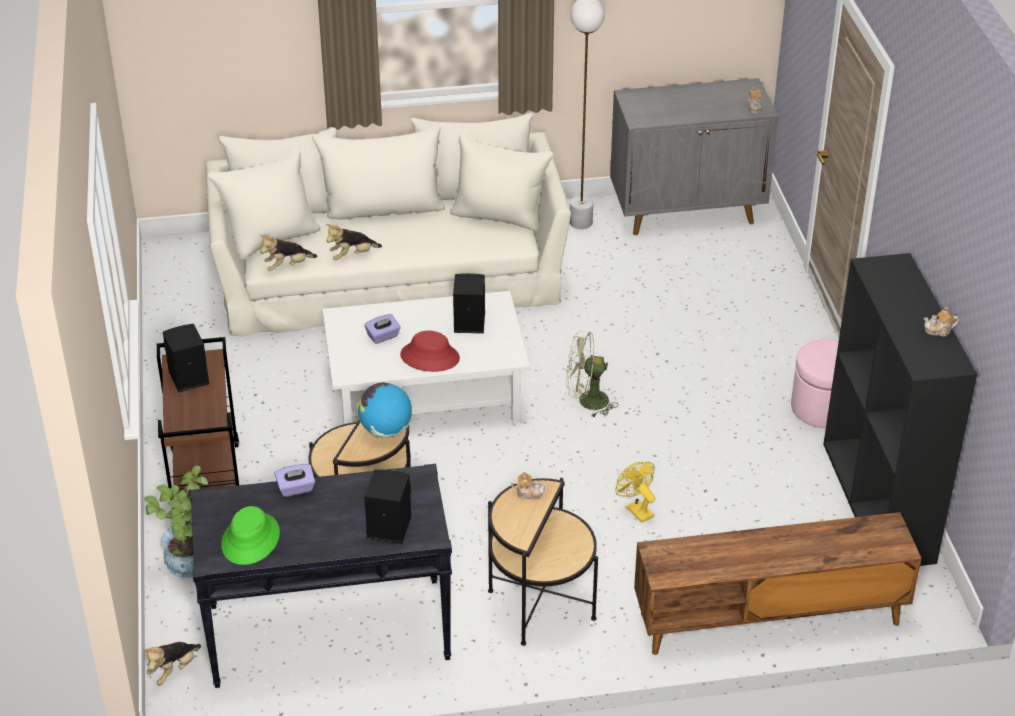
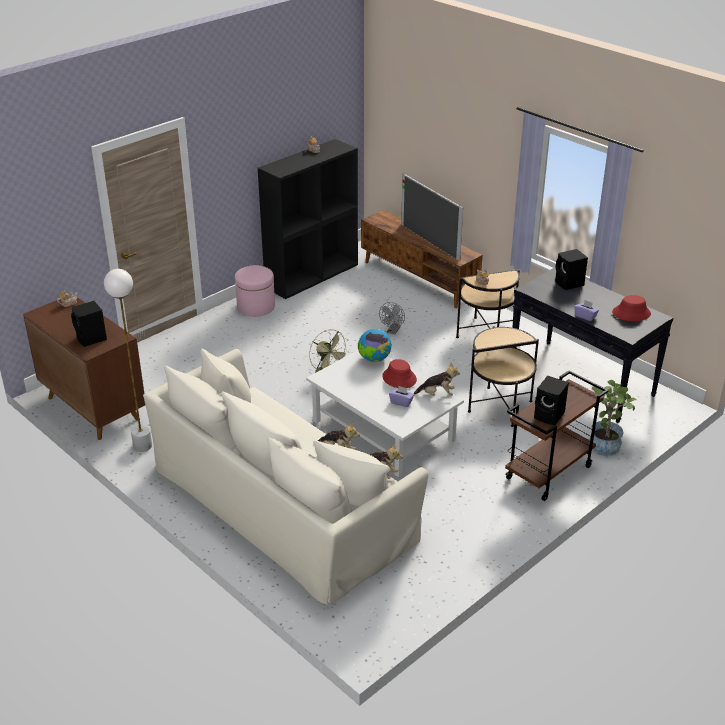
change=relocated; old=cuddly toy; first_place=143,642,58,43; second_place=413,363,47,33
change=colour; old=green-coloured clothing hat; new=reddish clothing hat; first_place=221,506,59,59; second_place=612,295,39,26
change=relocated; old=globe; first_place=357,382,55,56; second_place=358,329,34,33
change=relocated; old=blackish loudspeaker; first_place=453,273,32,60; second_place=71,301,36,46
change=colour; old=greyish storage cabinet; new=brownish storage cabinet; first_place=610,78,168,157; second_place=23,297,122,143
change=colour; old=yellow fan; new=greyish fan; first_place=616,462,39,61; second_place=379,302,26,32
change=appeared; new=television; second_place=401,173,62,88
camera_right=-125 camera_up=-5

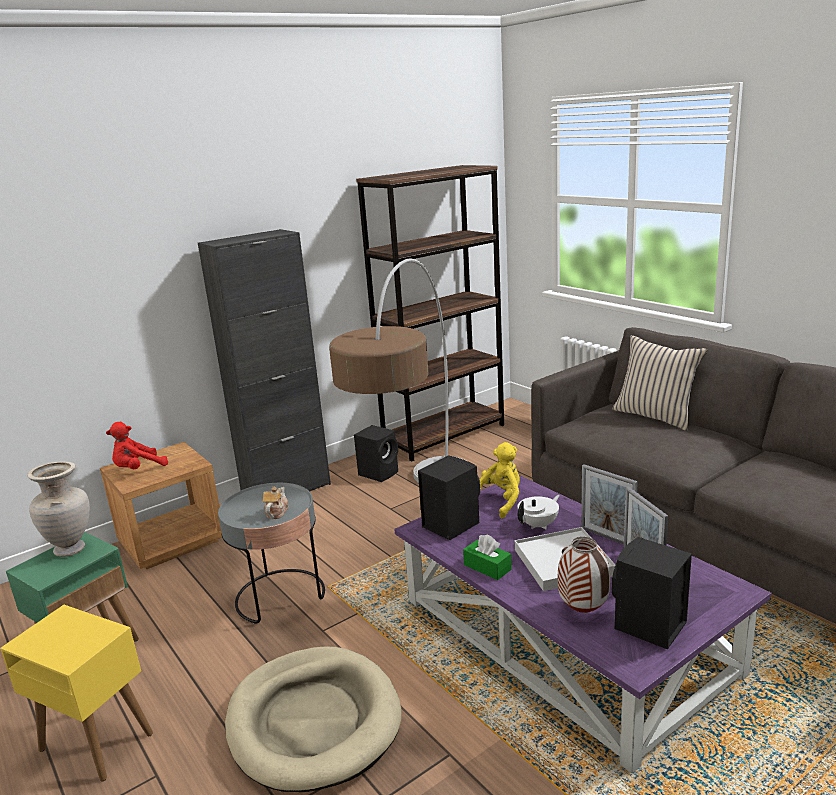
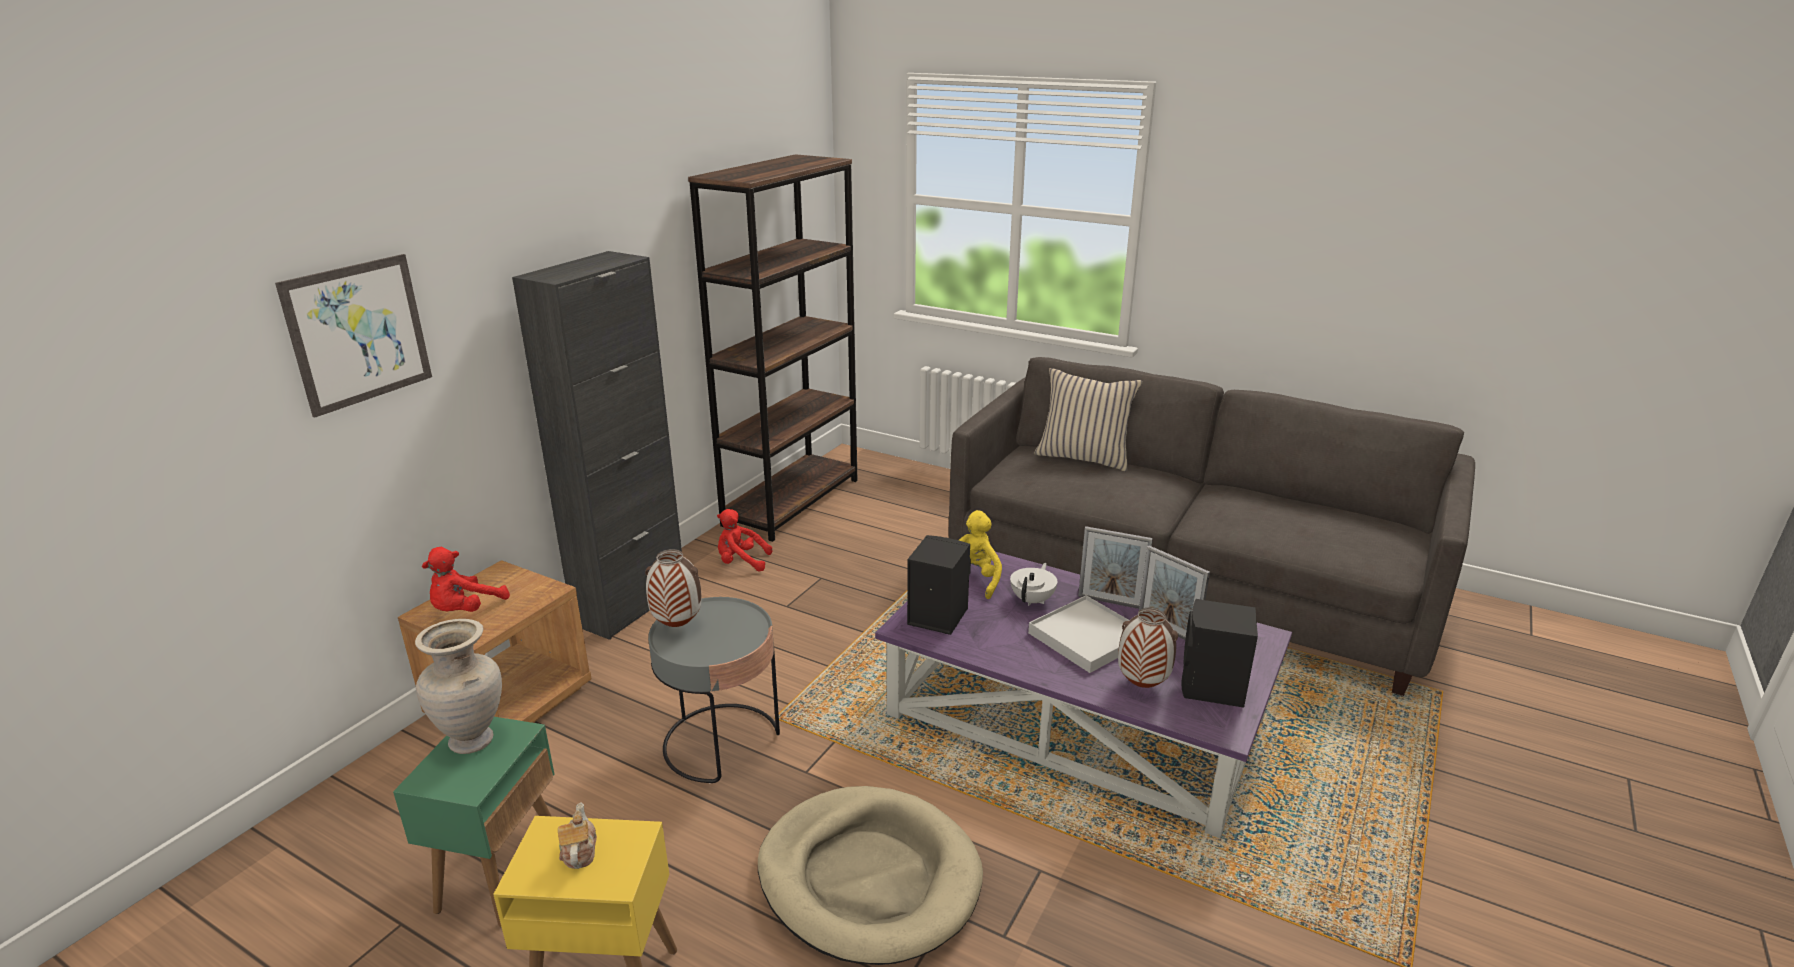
change=relocated; old=pot for tea; first_place=263,486,26,33; second_place=558,802,39,67
change=missing; old=floor lamp; first_place=329,259,135,224
change=exchanged; old=blackish loudspeaker; new=reddish cuddly toy; first_place=354,425,44,57; second_place=717,509,55,63
change=missing; old=green-coloured box of tissues; first_place=463,534,49,46
change=appeared; new=picture; second_place=275,254,157,164
change=appeared; new=decorative vase; second_place=645,549,57,78
camera_right=-25 camera_up=5

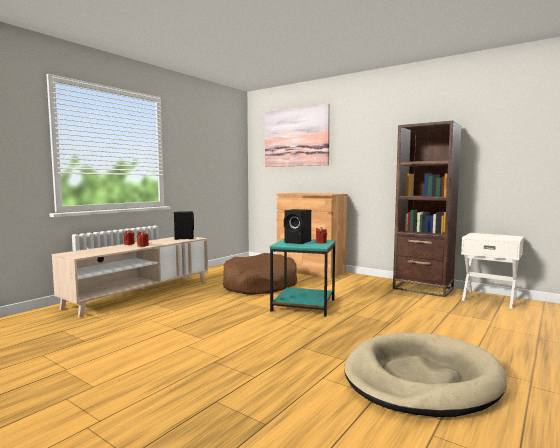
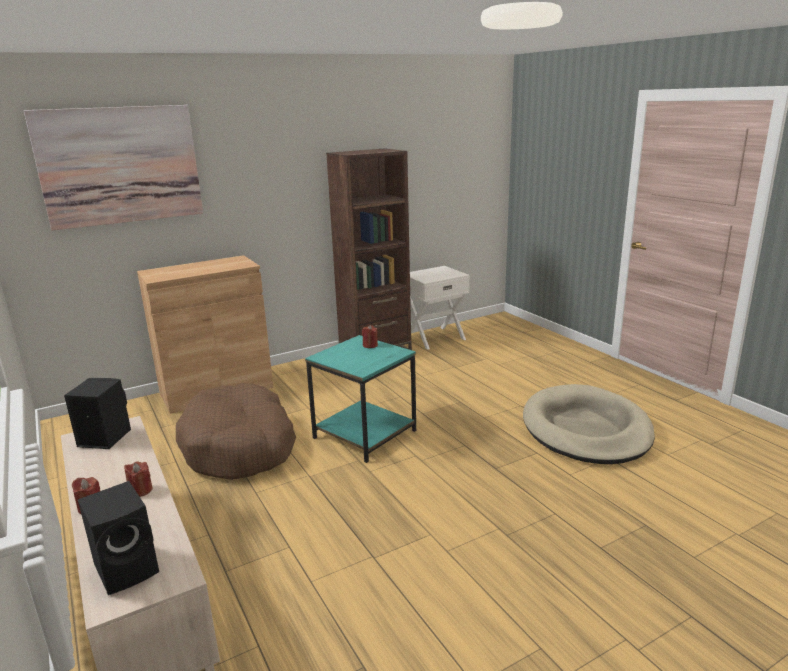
change=relocated; old=blackish loudspeaker; first_place=284,209,27,35; second_place=78,481,81,114
camera_right=-65 camera_up=15

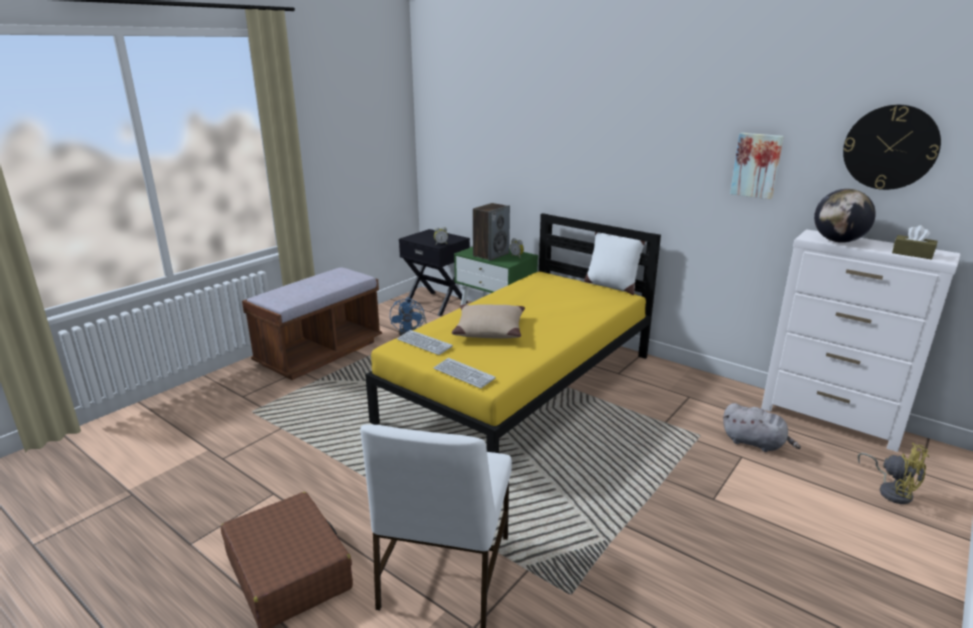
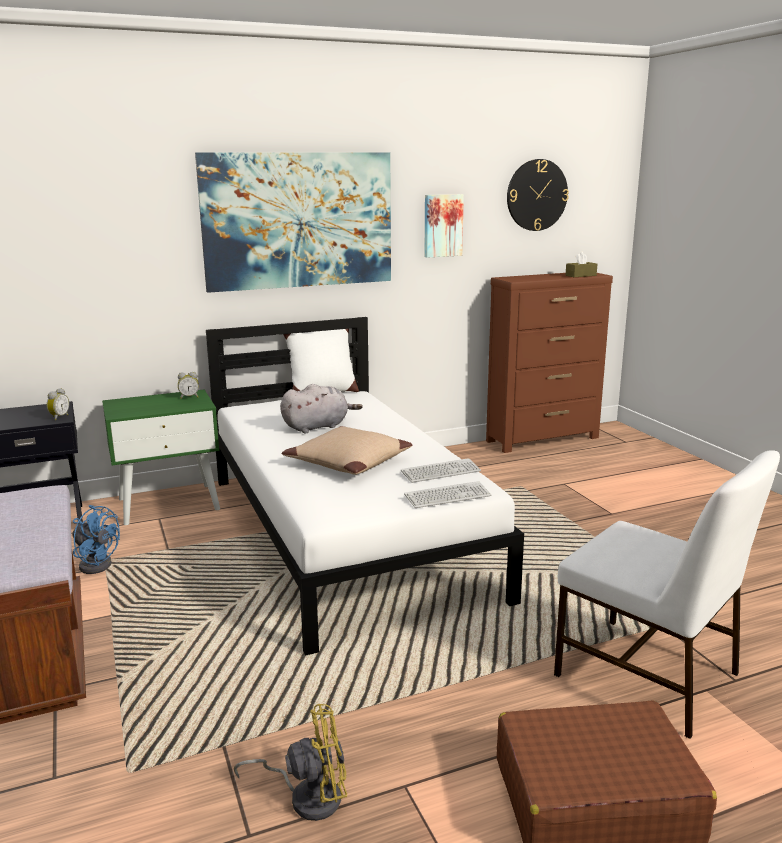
change=colour; old=yellow sleeping bed; new=whitish sleeping bed; first_place=365,213,296,240; second_place=206,317,318,339
change=relocated; old=keyboard; first_place=397,330,56,25; second_place=401,458,80,25
change=missing; old=loudspeaker; first_place=473,203,37,58
change=relocated; old=greyish cuddly toy; first_place=723,403,78,49; second_place=280,384,83,49
change=colour; old=whitish drawer chest; new=brownish drawer chest; first_place=761,229,199,223; second_place=486,273,127,180
change=missing; old=globe; first_place=814,189,62,54
change=relocated; old=yellow fan; first_place=858,443,71,61; second_place=234,704,113,117
change=appeared; new=picture; second_place=195,152,196,141
camera_right=-60 camera_up=-5

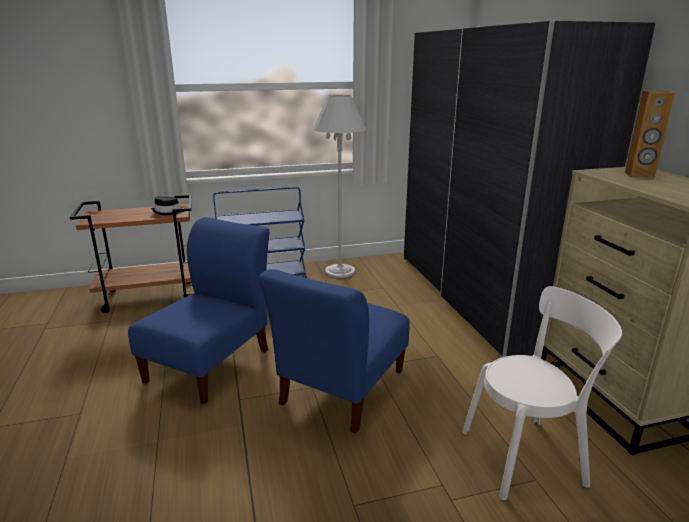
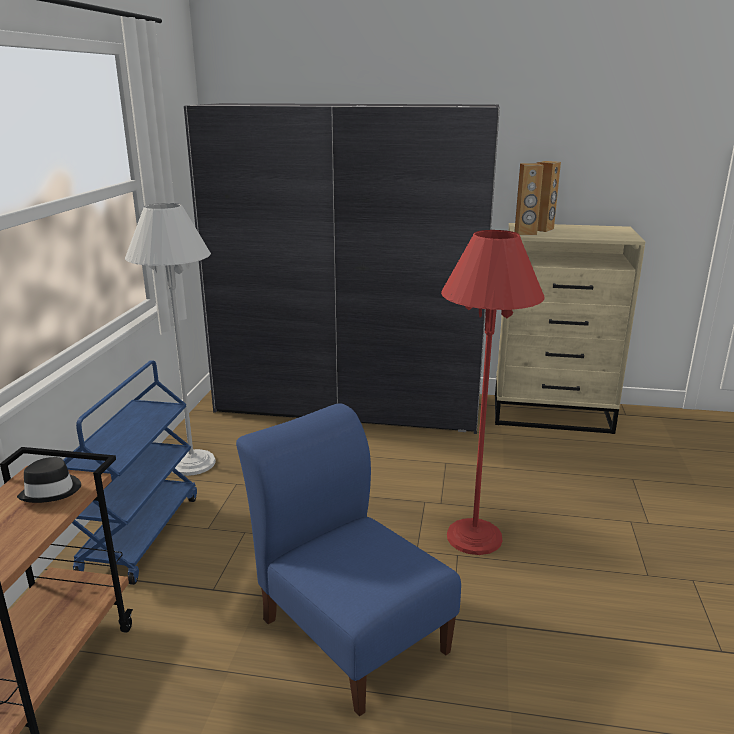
change=exchanged; old=blue-coloured plain chair; new=reddish floor lamp; first_place=259,269,151,164; second_place=441,230,104,325
change=missing; old=whitish plain chair; first_place=462,286,160,214
change=appeared; new=brownish loudspeaker; second_place=514,163,30,72
camera_right=-65 camera_up=0

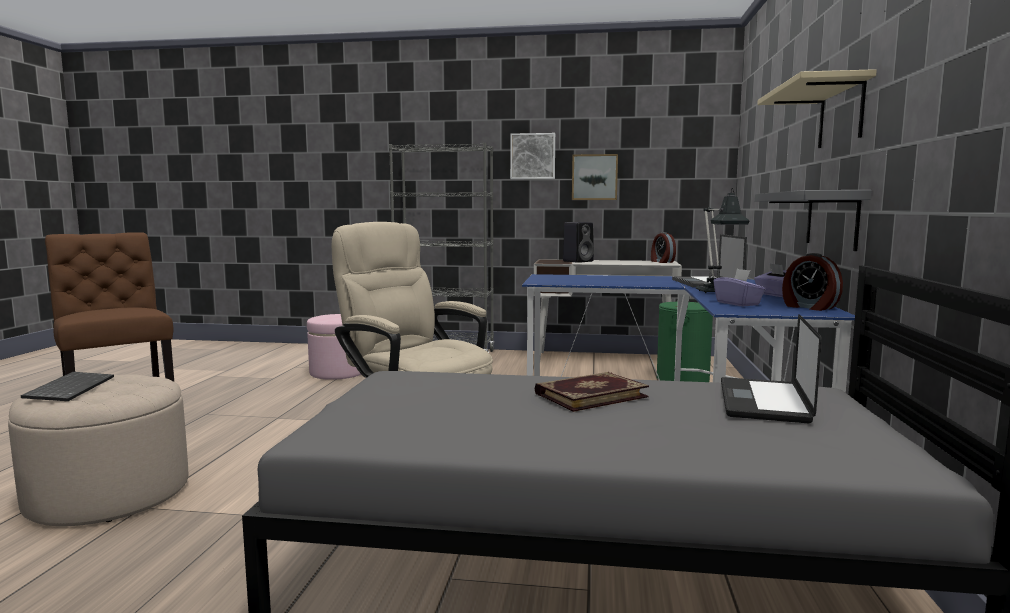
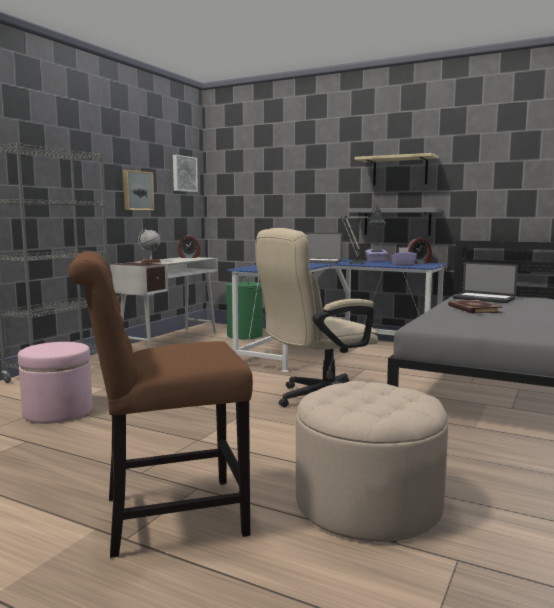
change=missing; old=keyboard; first_place=21,372,93,29
change=relocated; old=picture; first_place=510,133,45,46; second_place=173,155,25,37
change=exchanged; old=blackish loudspeaker; new=globe; first_place=563,222,31,41; second_place=138,229,23,34
camera_right=-70 camera_up=0

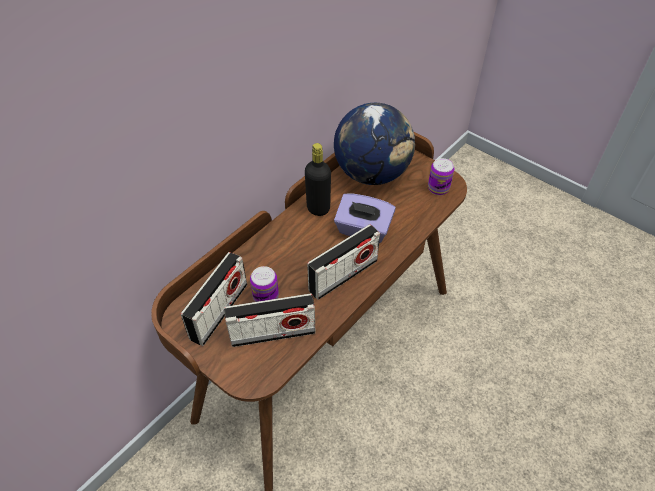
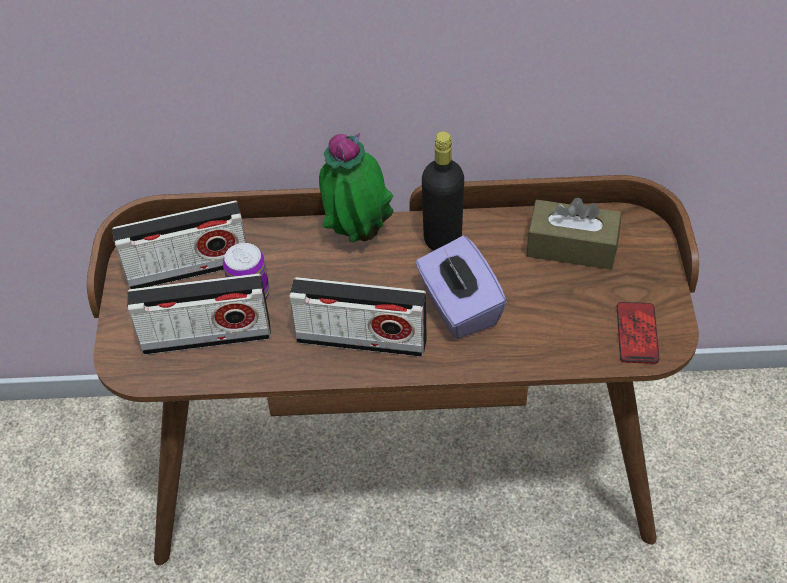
change=spun; old=radio receiver; first_place=224,294,92,53; second_place=127,274,144,81; degrees=-45
change=exchanged; old=globe; new=brownish box of tissues; first_place=334,103,81,82; second_place=526,198,96,72
change=exchanged; old=sealed can; new=phone; first_place=428,158,26,37; second_place=617,302,42,62
change=appeared; new=plant in a pot; second_place=319,133,74,109
camera_right=50 camera_up=0

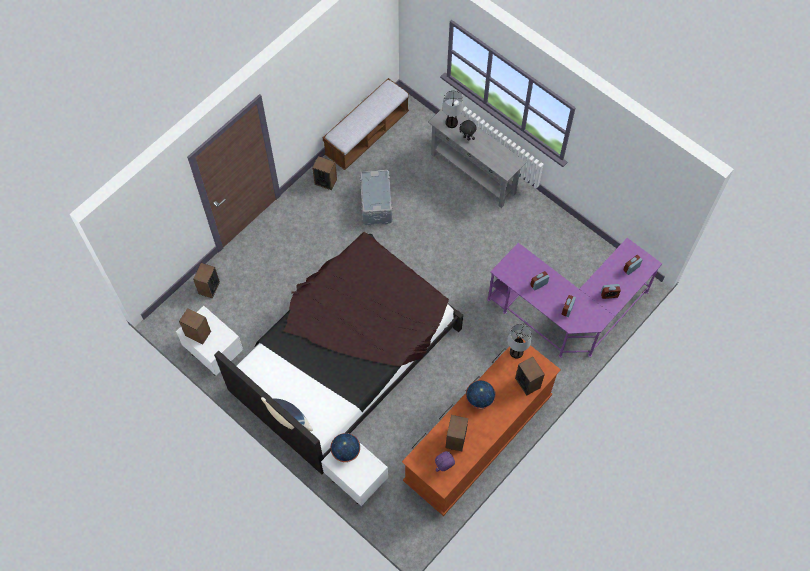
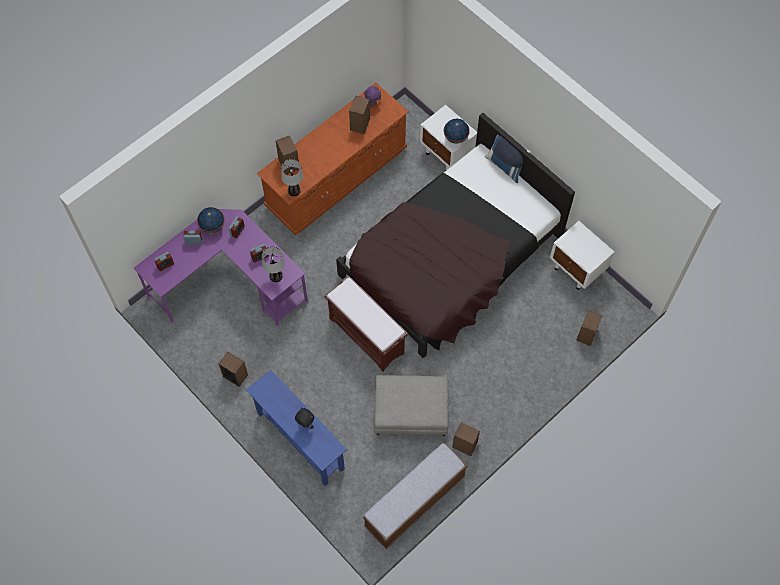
change=relocated; old=loudspeaker; first_place=179,308,32,37; second_place=219,352,29,35
change=exchanged; old=greyish storage bin; new=greyish footrest; first_place=360,170,33,55; second_place=374,375,75,61
change=colour; old=greyish console table; new=blue-coloured console table; first_place=428,109,98,99; second_place=246,369,101,117
change=relocated; old=lamp for a table; first_place=442,90,21,38; second_place=262,247,23,35
change=relocated; old=globe; first_place=466,380,30,29; second_place=197,207,28,27
change=appeared; new=brownish long seat; second_place=324,276,84,96
camera_right=-175 camera_up=0

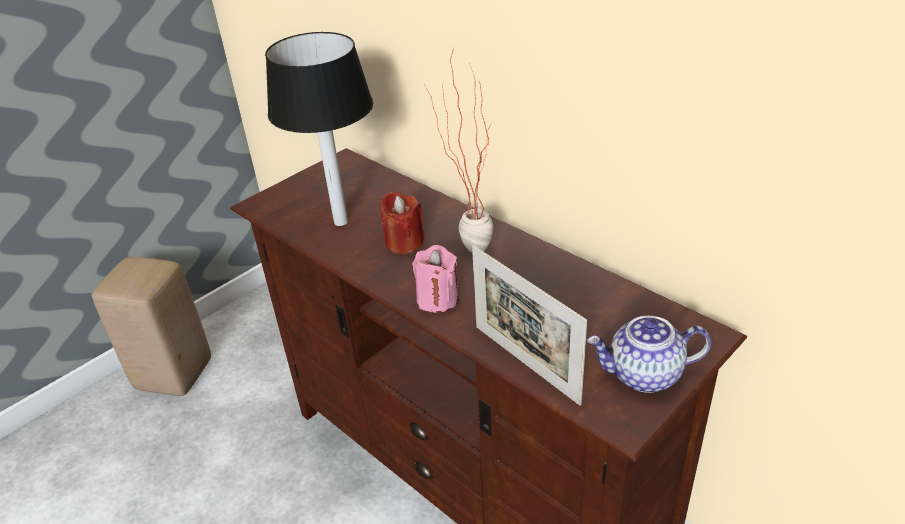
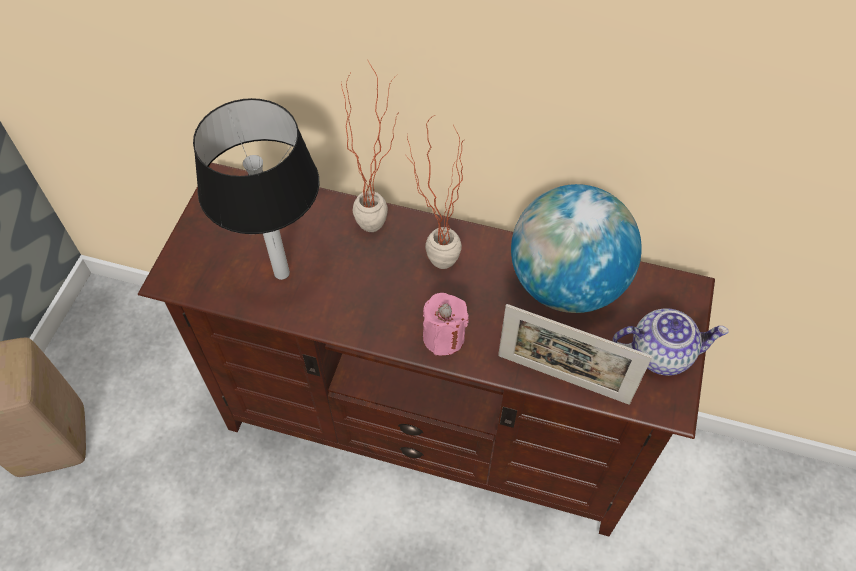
change=missing; old=reddish wax light; first_place=380,191,44,63
change=spun; old=pot for tea; first_place=587,316,124,77; second_place=613,308,116,68; degrees=-150
change=appeared; new=plant in a pot; second_place=341,59,56,173
change=appeared; new=globe; second_place=511,184,131,129
camera_right=-30 camera_up=20

